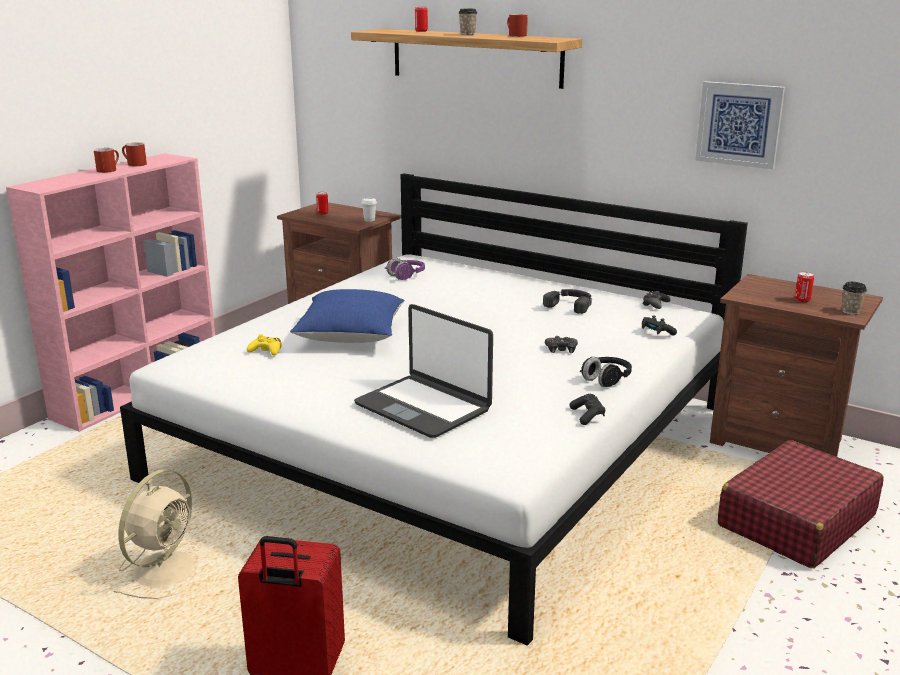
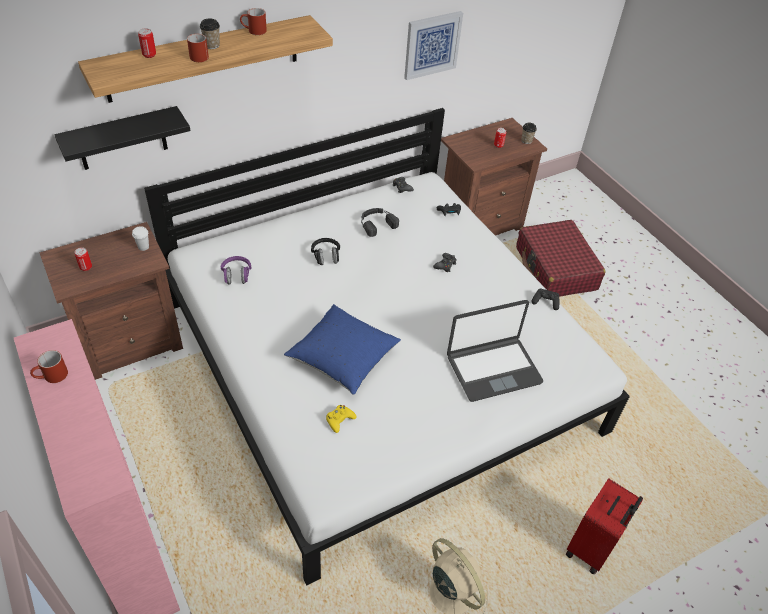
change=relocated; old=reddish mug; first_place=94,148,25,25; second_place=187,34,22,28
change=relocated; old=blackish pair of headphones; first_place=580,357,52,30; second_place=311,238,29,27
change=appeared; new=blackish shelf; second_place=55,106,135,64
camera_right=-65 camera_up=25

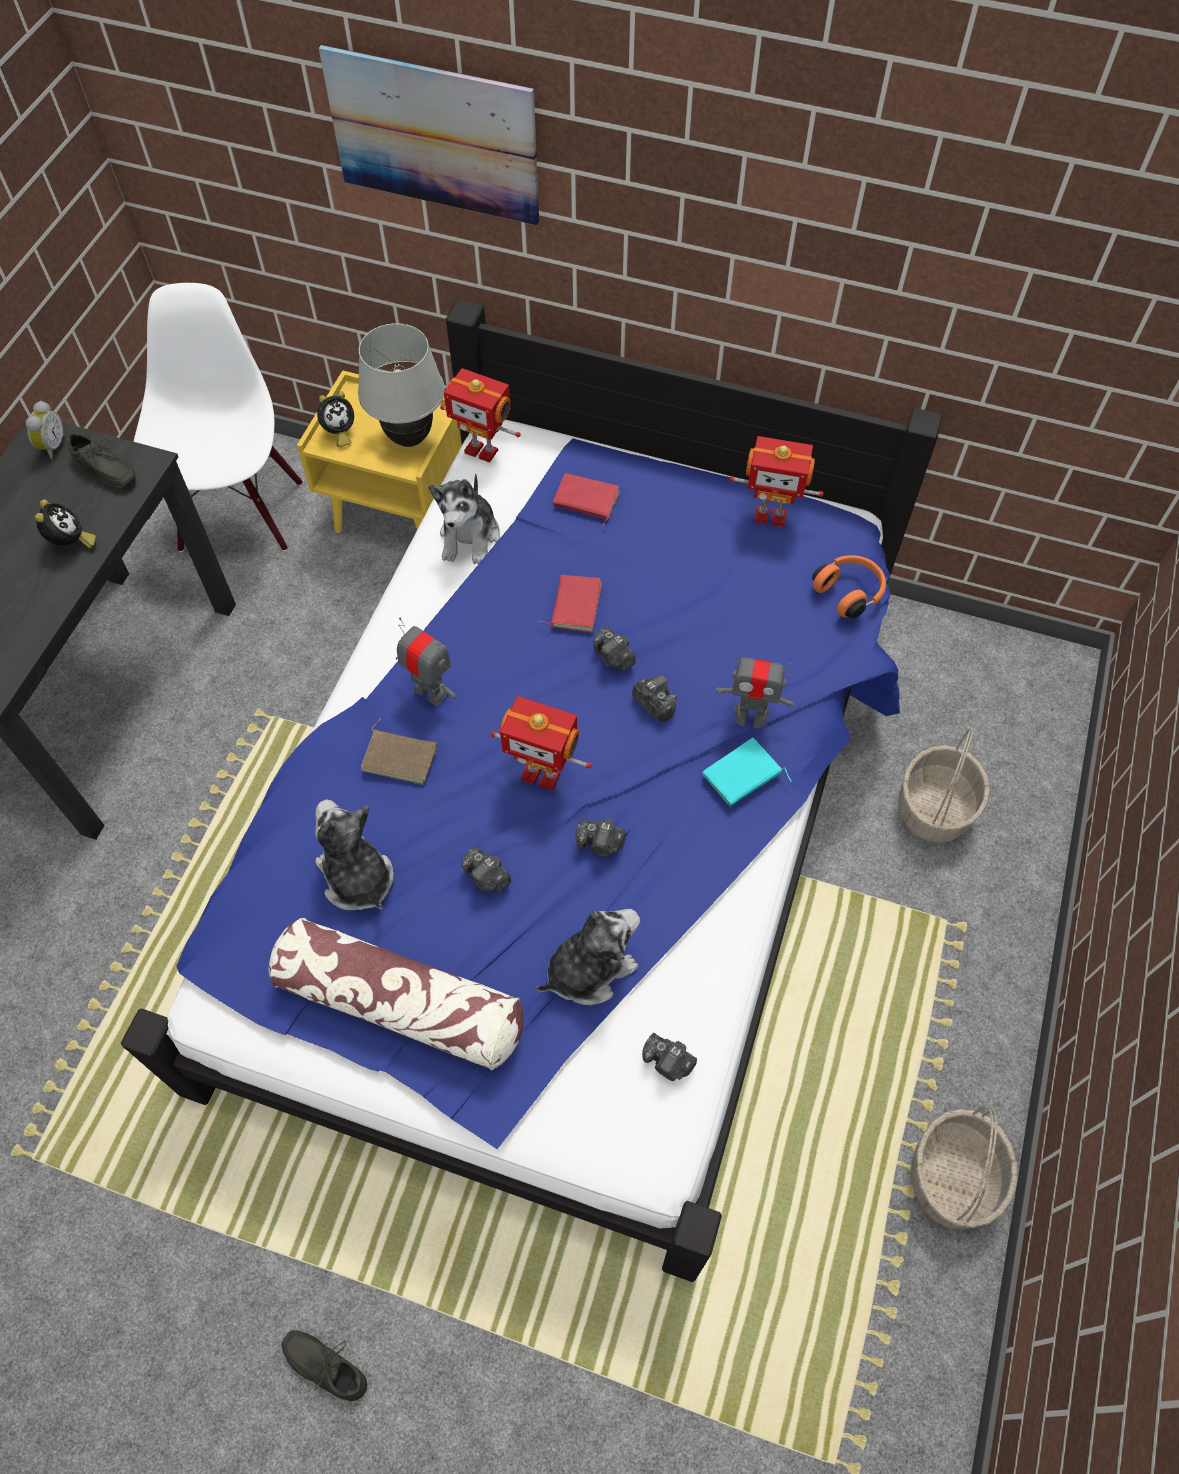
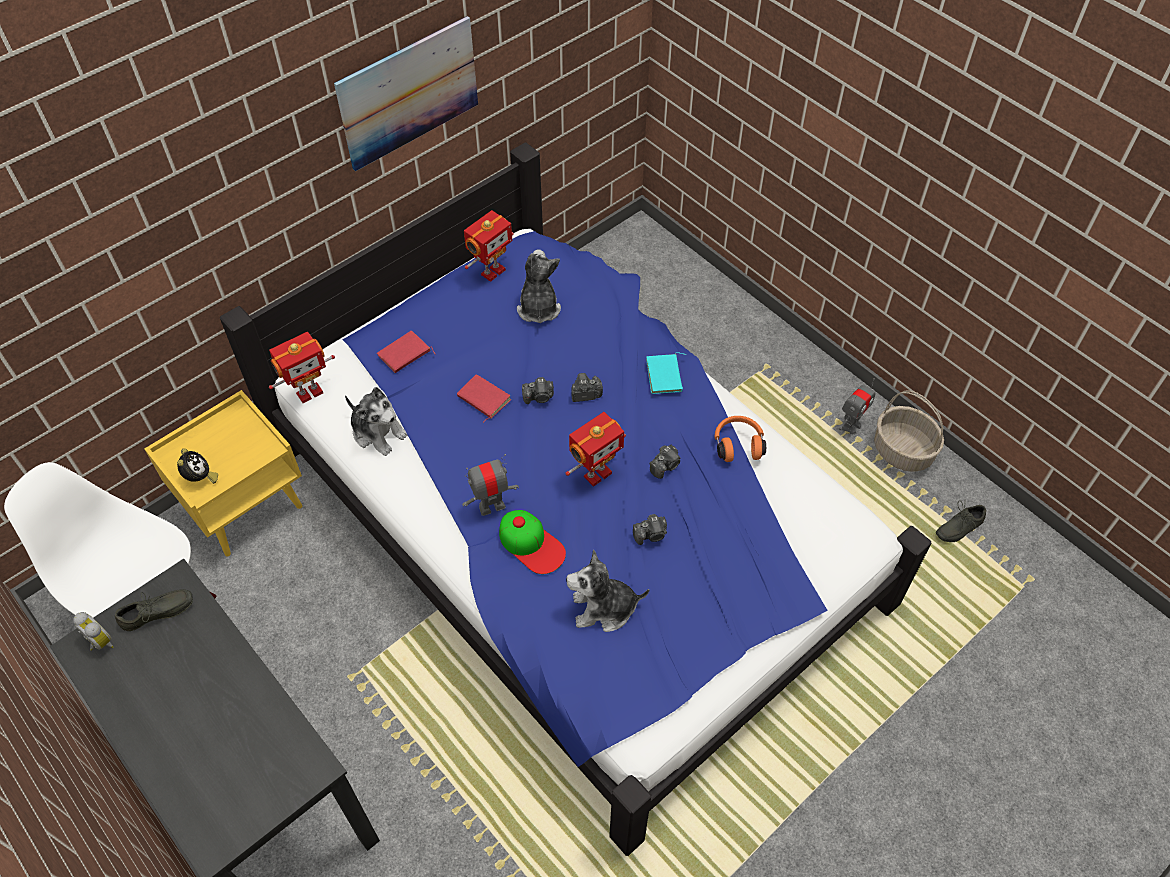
change=missing; old=bedside clock; first_place=35,499,61,49
change=missing; old=pillow; first_place=268,918,256,152
change=relocated; old=greyish shoe; first_place=282,1330,85,71; second_place=936,501,50,41
change=relocated; old=picture; first_place=319,45,220,180; second_place=334,16,144,155
change=missing; old=whitish lamp for a table; first_place=358,323,87,124
change=exchanged; old=brownish bound book; new=baseball cap; first_place=361,718,76,67; second_place=499,510,67,64
change=relocated; old=cuddly toy; first_place=536,909,104,96; second_place=517,249,44,74
change=missing; old=still camera; first_place=642,1033,55,48
change=relocated; old=robot figure; first_place=716,651,79,77; second_place=839,378,37,57
change=relocated; old=orangey pair of headphones; first_place=812,555,74,63; second_place=715,416,51,46
change=missing; old=basket; first_place=898,729,92,114
camera_right=-60 camera_up=-5

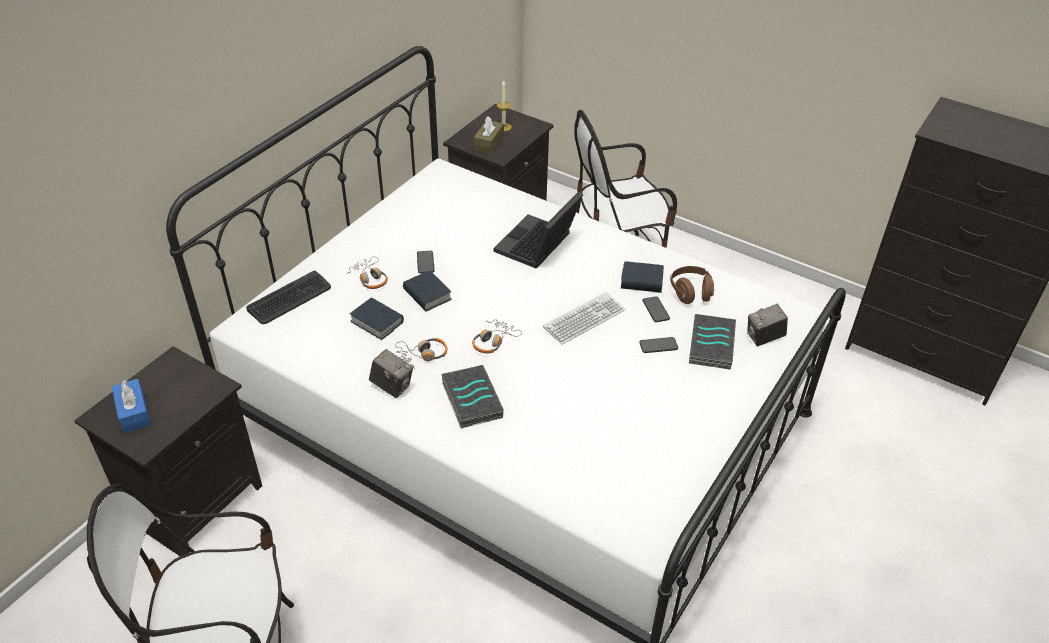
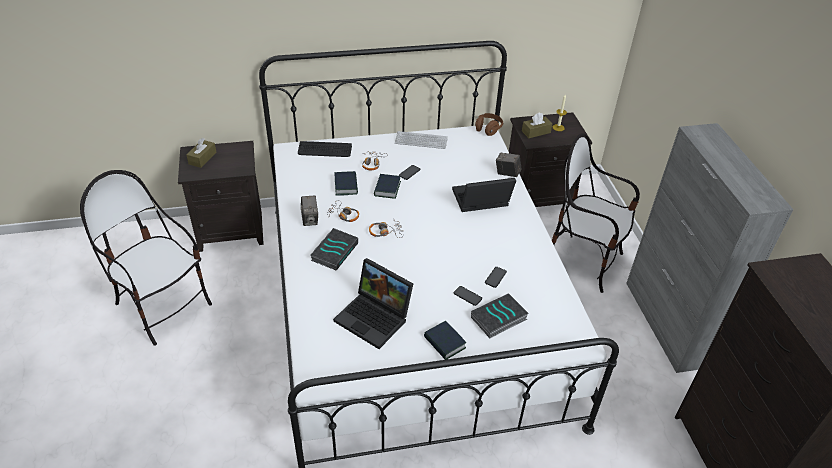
change=colour; old=blue-coloured box of tissues; new=brownish box of tissues; first_place=112,379,39,54; second_place=186,138,31,30
change=relocated; old=keyboard; first_place=543,292,82,53; second_place=395,131,53,18
change=relocated; old=bound book; first_place=621,261,43,32; second_place=424,321,42,39
change=relocated; old=brownish pair of headphones; first_place=670,266,44,38; second_place=475,113,28,23
change=relocated; old=still camera; first_place=747,304,41,42; second_place=496,153,25,24
change=appeared; new=portable computer; second_place=333,258,80,91
change=appeared; new=greyish storage cabinet; second_place=626,123,168,250
camera_right=45 camera_up=0

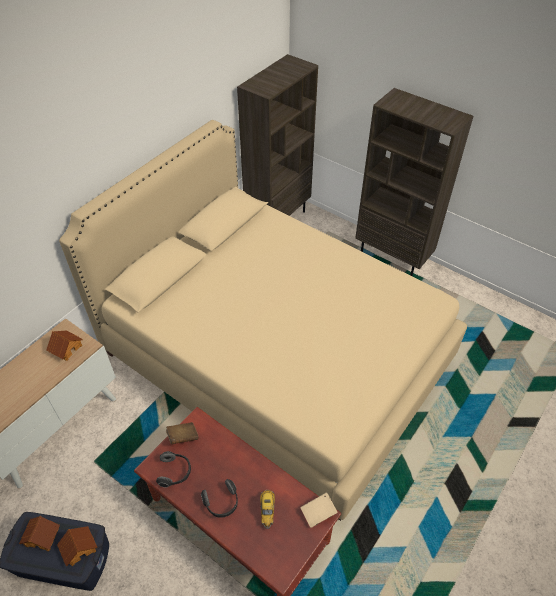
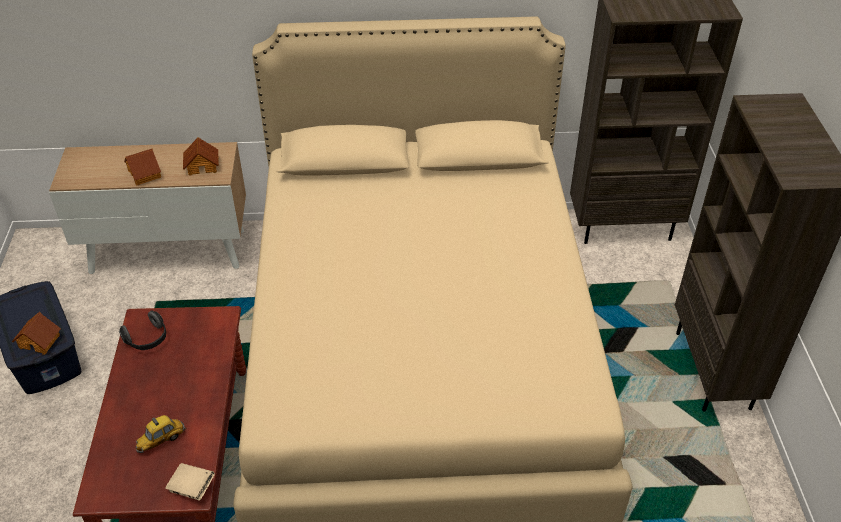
change=relocated; old=model house; first_place=19,516,41,35; second_place=124,148,37,38
change=missing; old=brownish bound book; first_place=166,422,32,22
change=missing; old=pair of headphones; first_place=201,479,37,39
camera_right=50 camera_up=-5

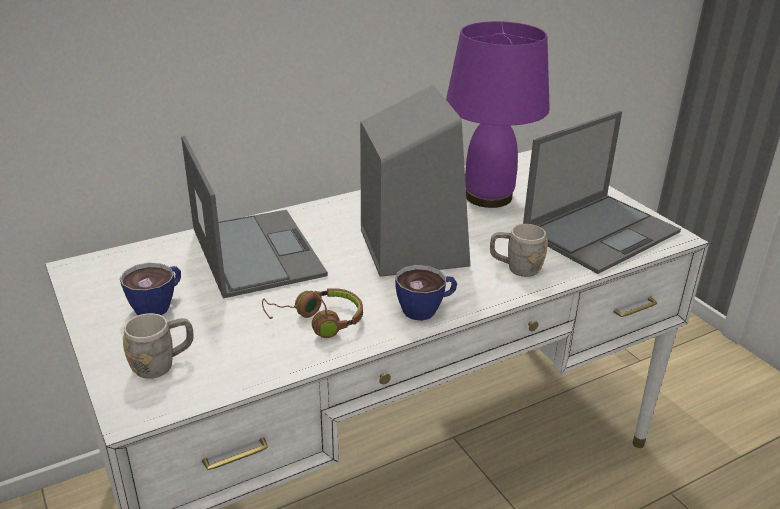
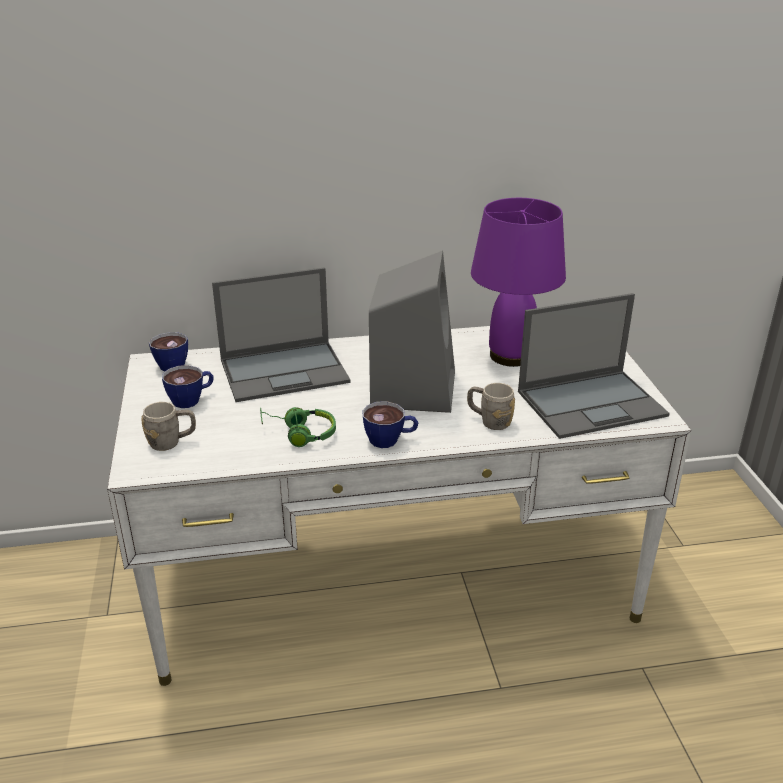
change=spun; old=portable computer; first_place=181,136,147,162; second_place=212,267,138,135; degrees=75
change=colour; old=brownish pair of headphones; new=green-coloured pair of headphones; first_place=262,288,101,50; second_place=260,407,76,40
change=appeared; new=drinking cup; second_place=149,332,39,39
camera_right=20 camera_up=0

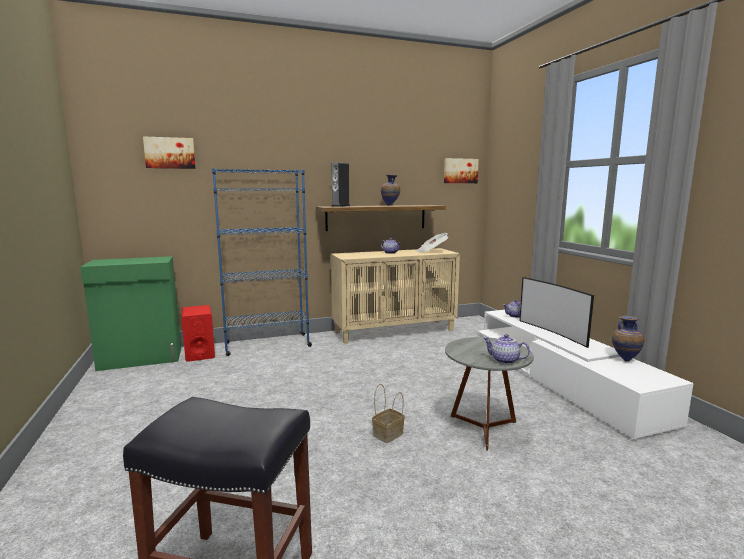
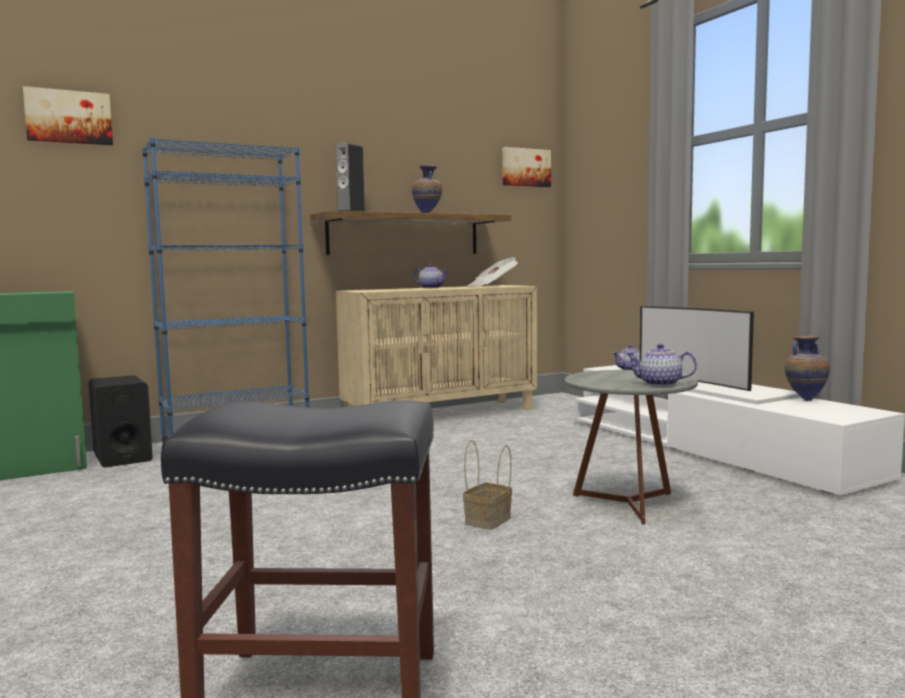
change=colour; old=reddish loudspeaker; new=blackish loudspeaker; first_place=181,305,34,57; second_place=89,375,64,93
camera_right=-10 camera_up=-5

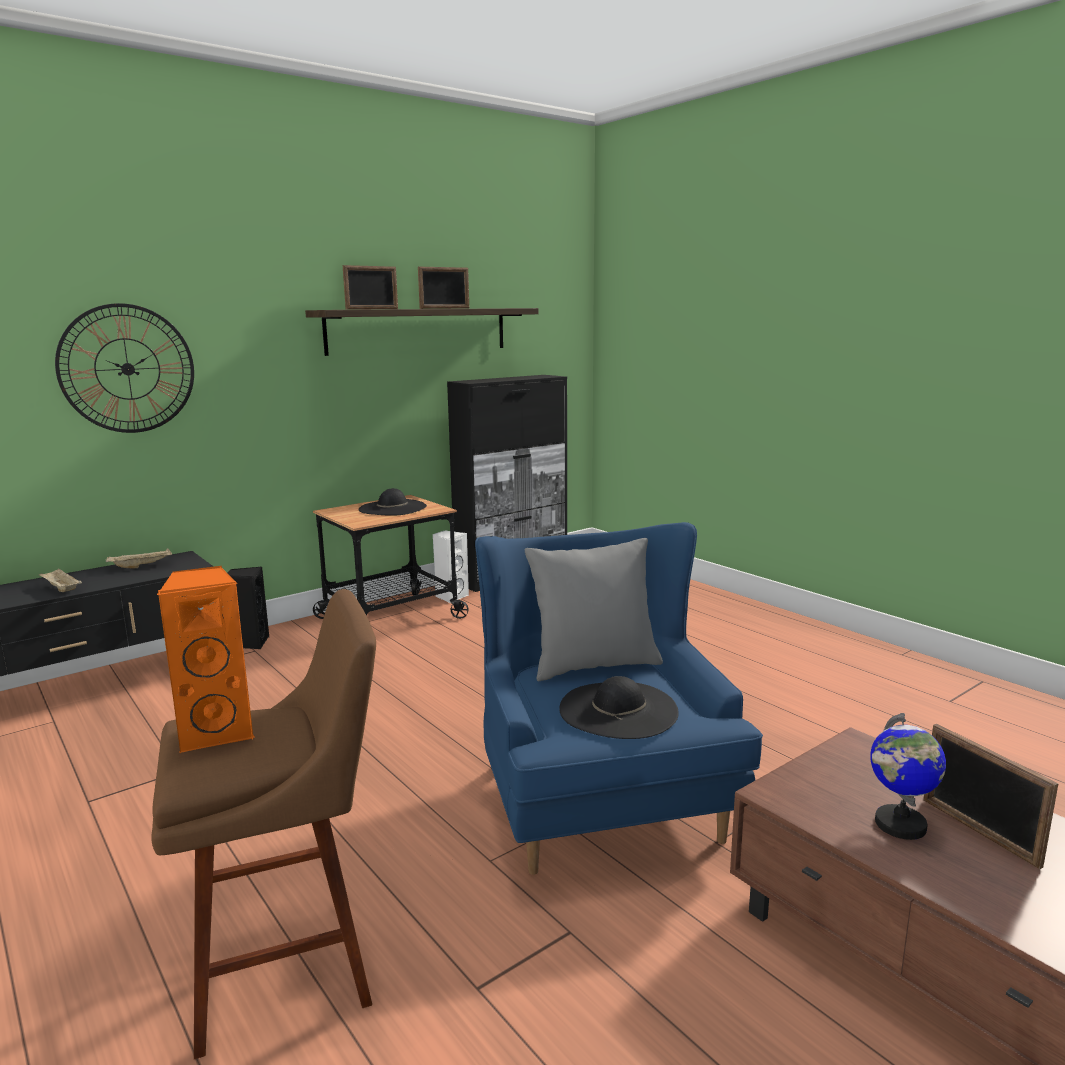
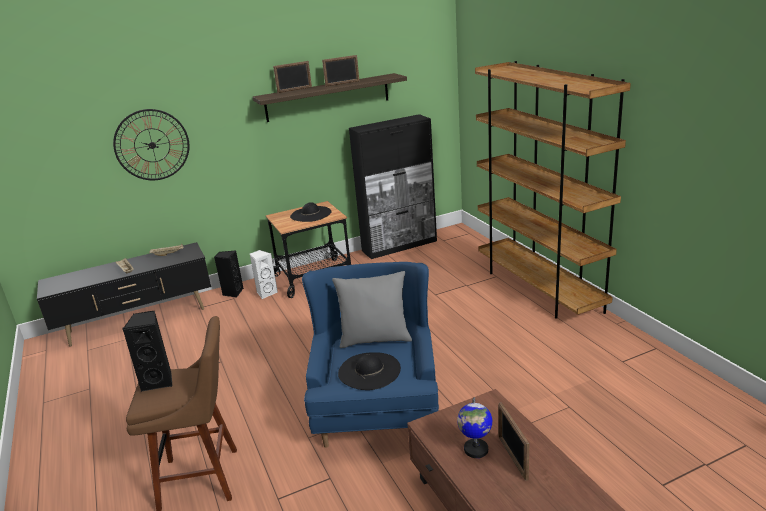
change=colour; old=orangey loudspeaker; new=blackish loudspeaker; first_place=157,566,98,188; second_place=122,311,50,81
change=relocated; old=whitish loudspeaker; first_place=432,530,37,73; second_place=250,250,28,49
change=appeared; new=brownish bookshelf; second_place=475,61,156,258
camera_right=15 camera_up=10

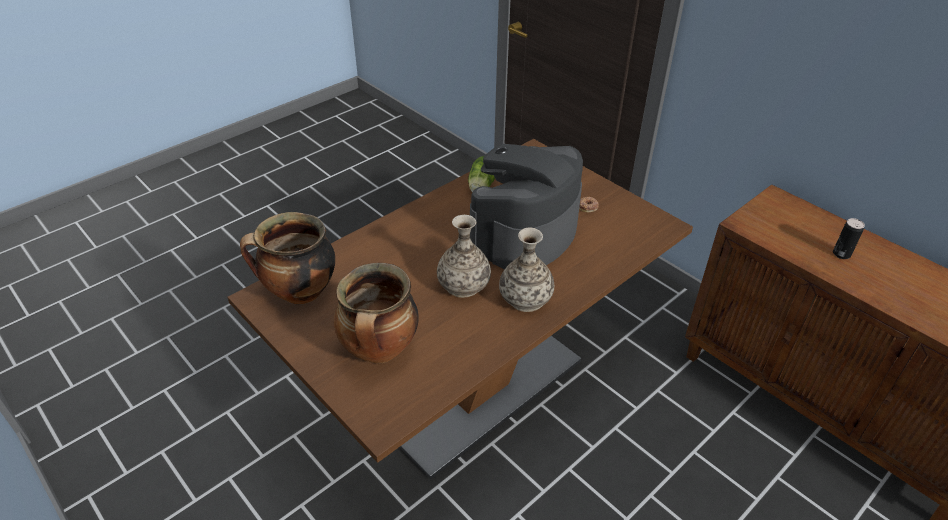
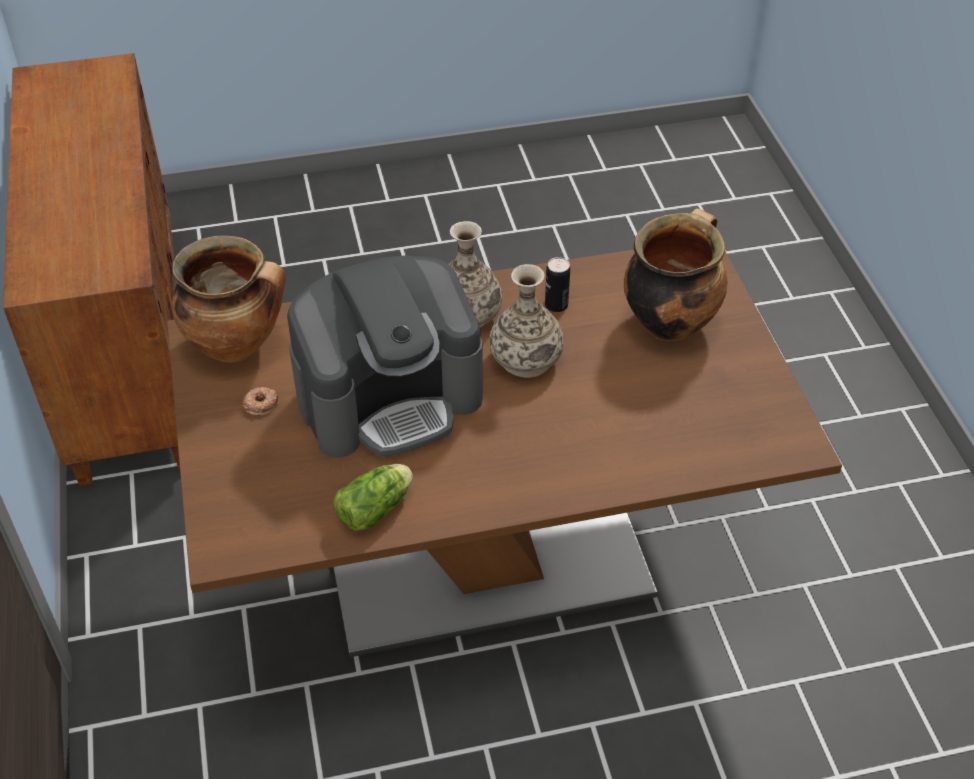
change=relocated; old=stockpot; first_place=240,212,95,92; second_place=172,235,114,127
change=relocated; old=sealed can; first_place=833,218,32,41; second_place=545,257,25,55
camera_right=-150 camera_up=5

